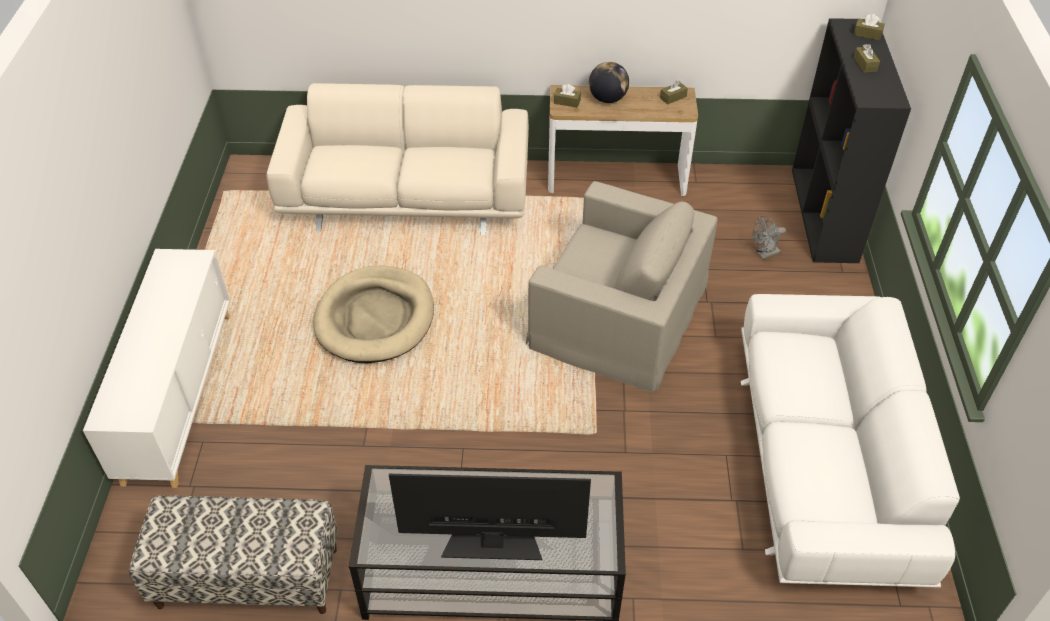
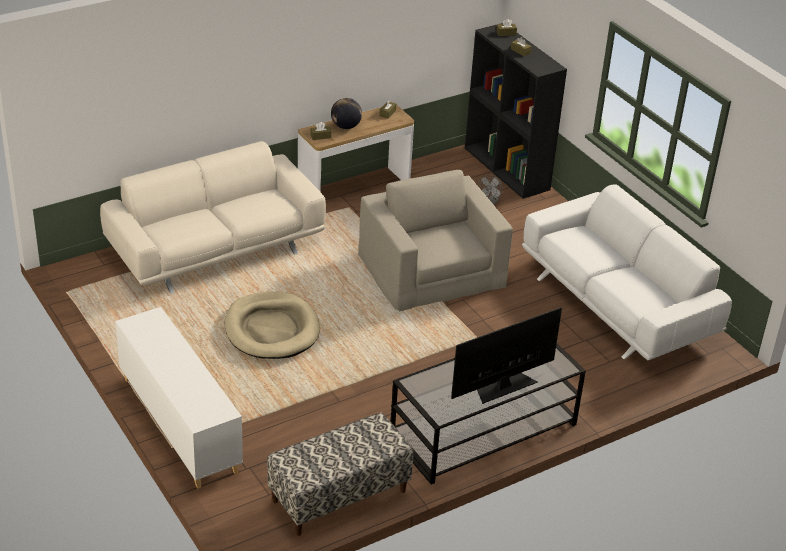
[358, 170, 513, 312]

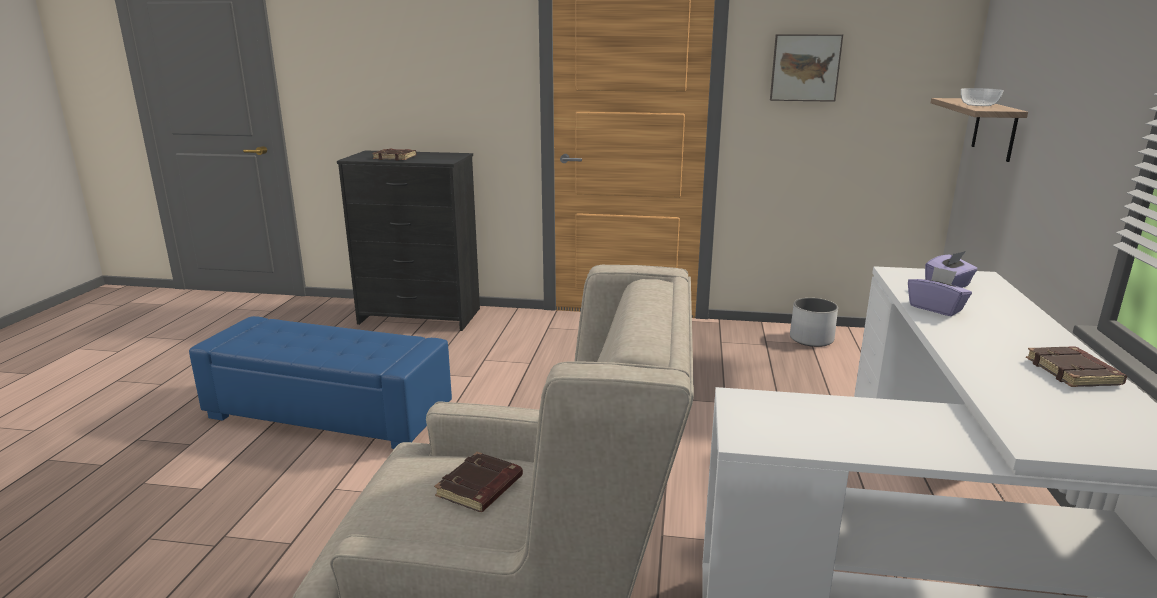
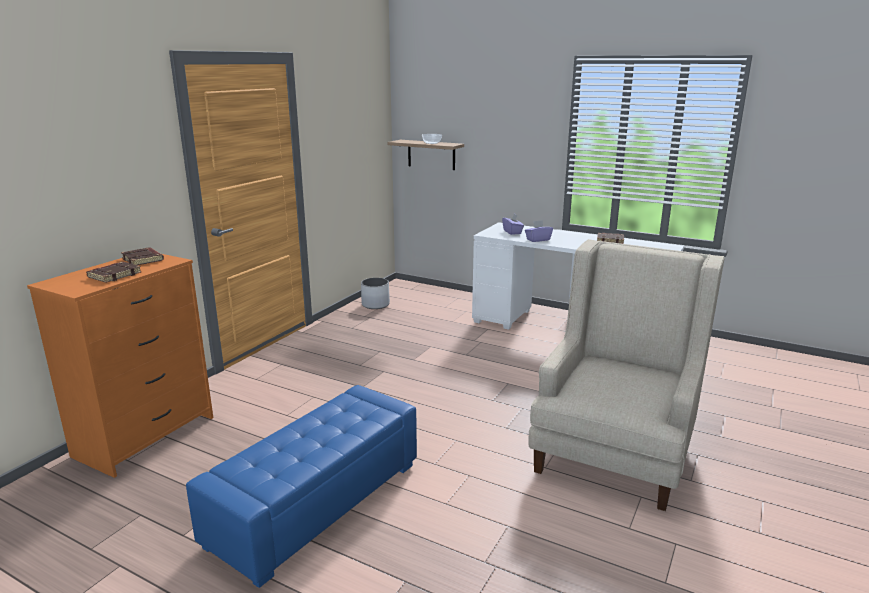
[770, 34, 843, 102] (first image)
[27, 254, 213, 478]
[121, 247, 164, 265]

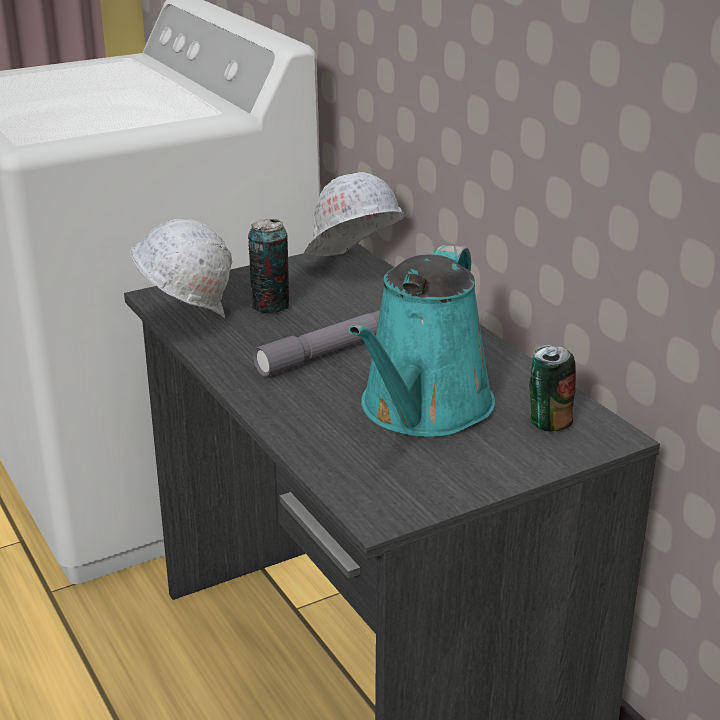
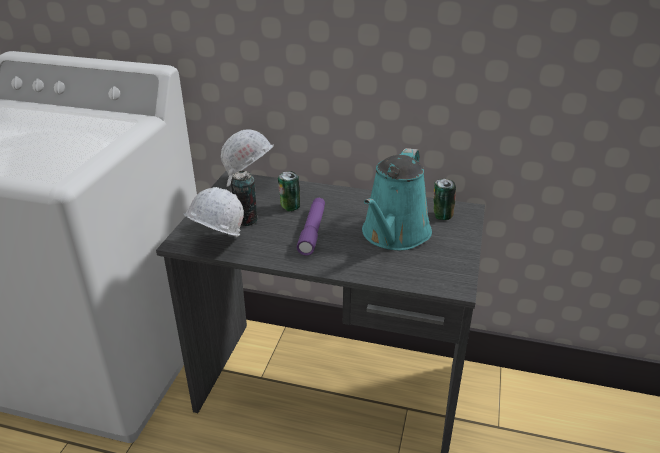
[362, 148, 432, 250]
[297, 198, 325, 256]
[278, 171, 300, 212]

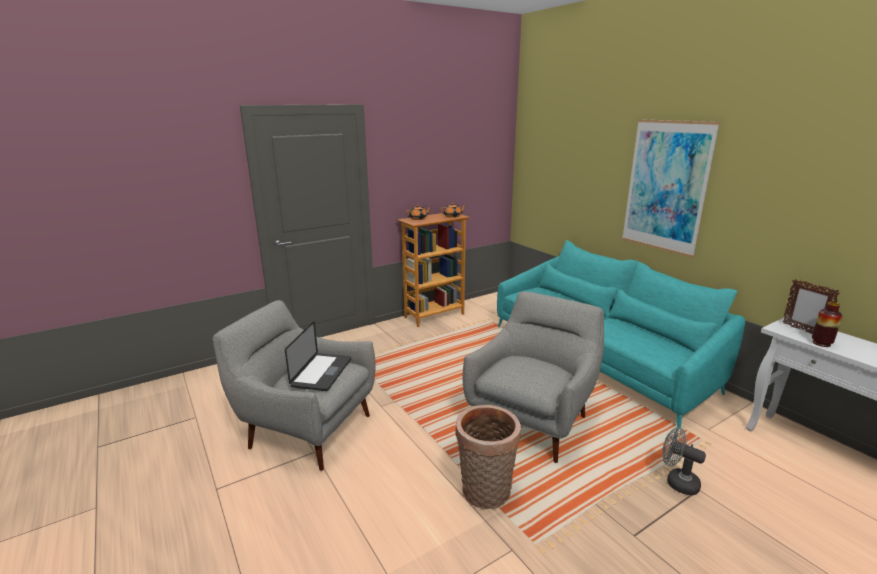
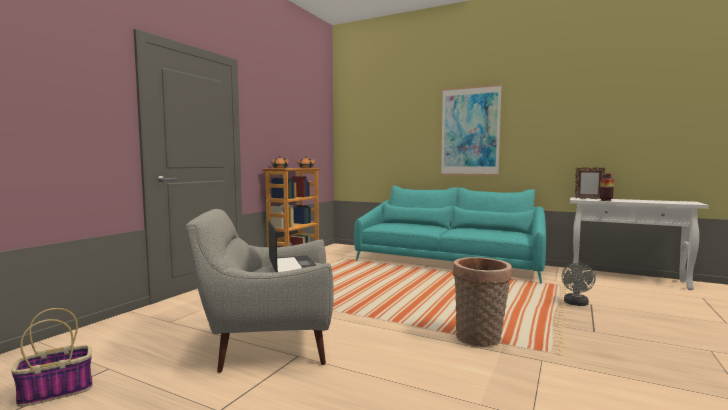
[463, 291, 604, 463] (first image)
[562, 263, 596, 306]
[11, 308, 93, 407]

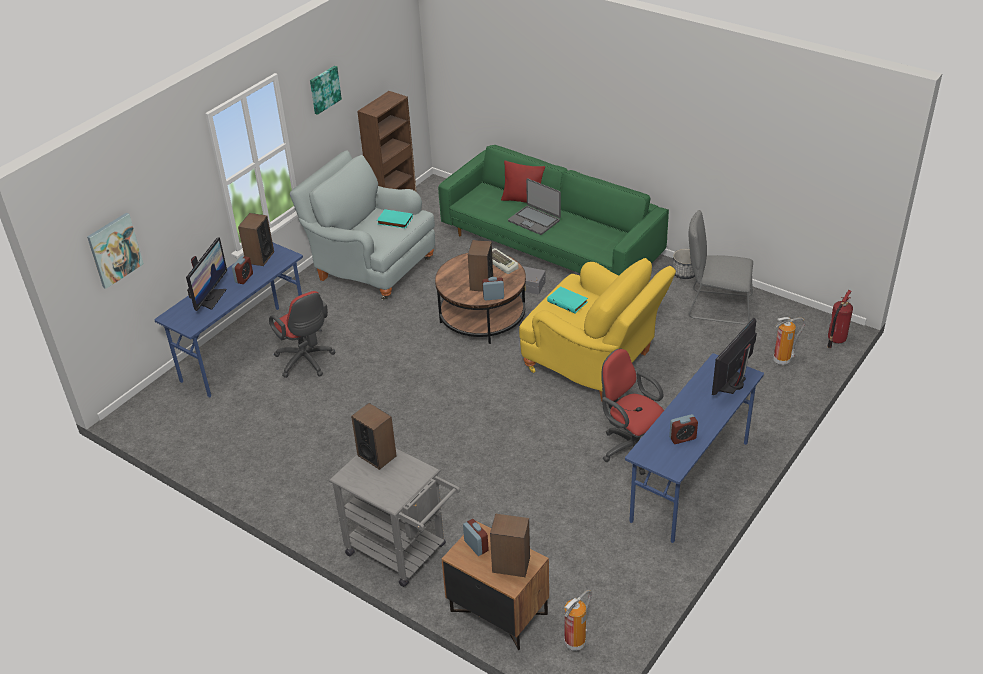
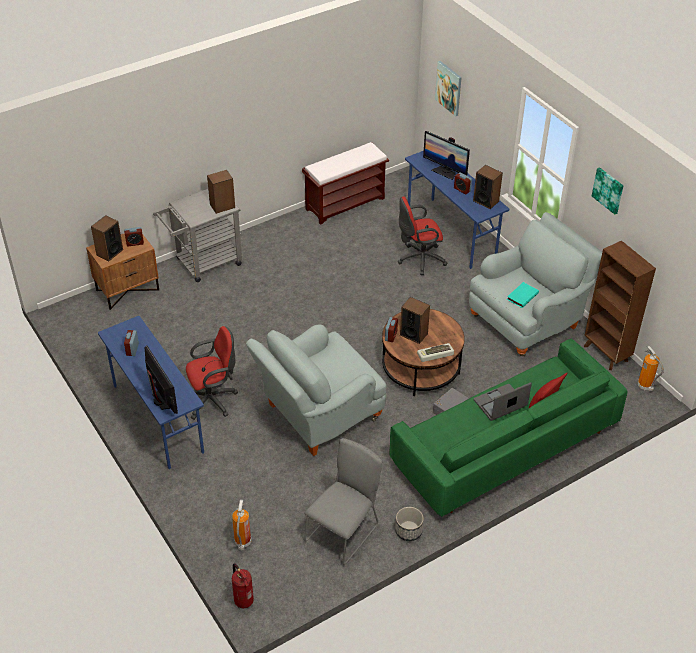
[246, 324, 386, 456]
[547, 286, 588, 313] (first image)
[638, 346, 664, 391]
[302, 142, 389, 225]

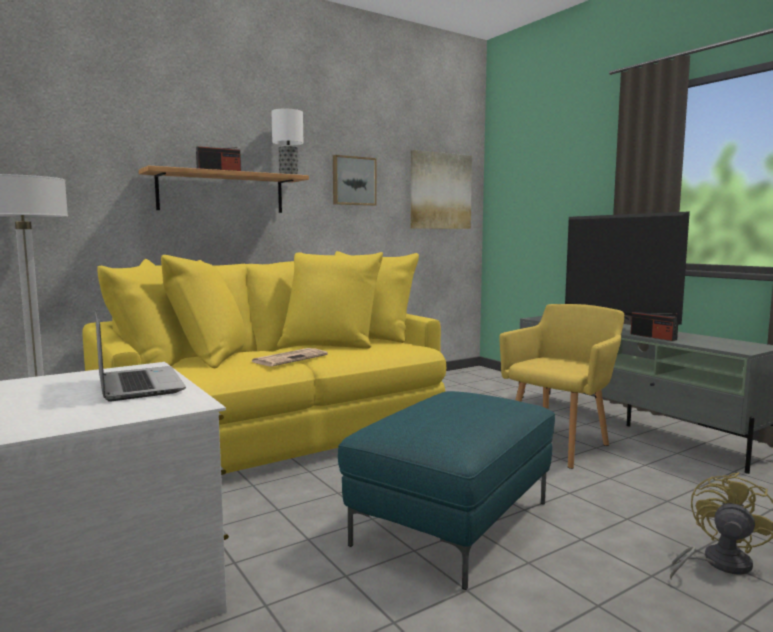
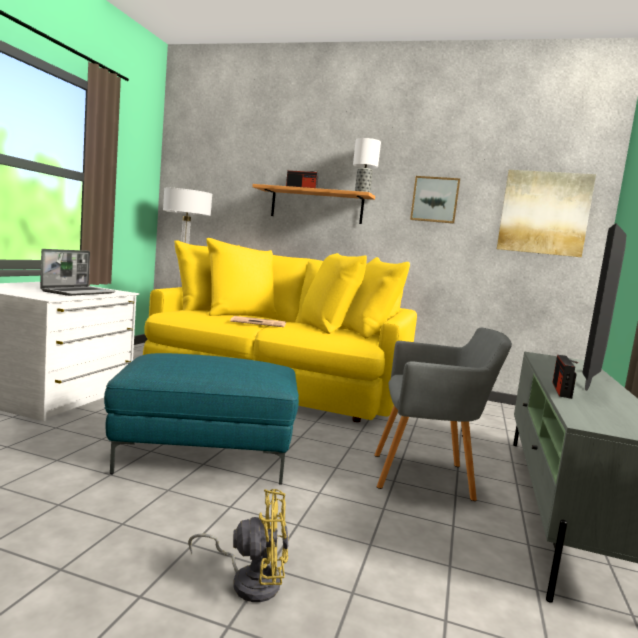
[374, 328, 512, 501]

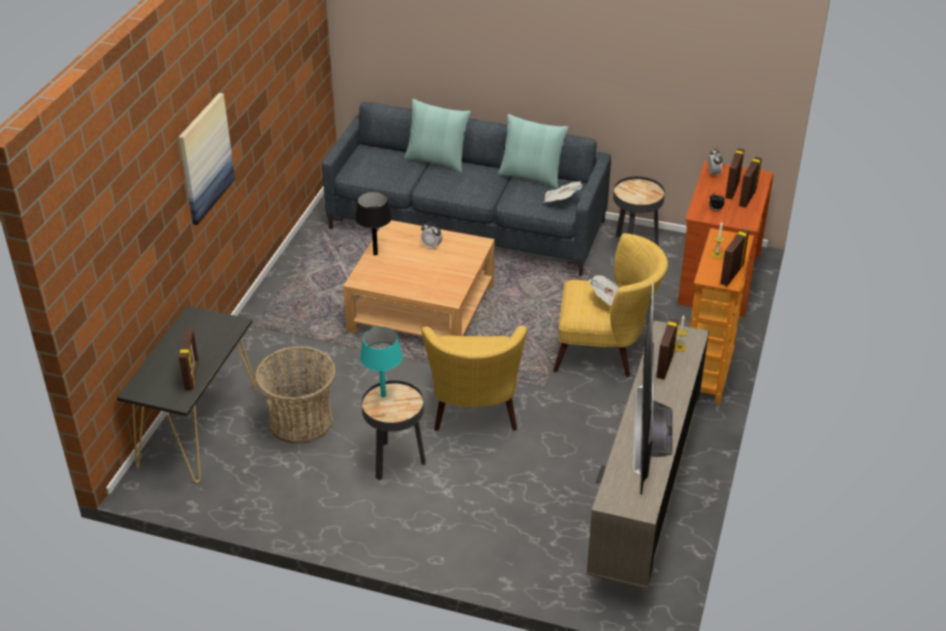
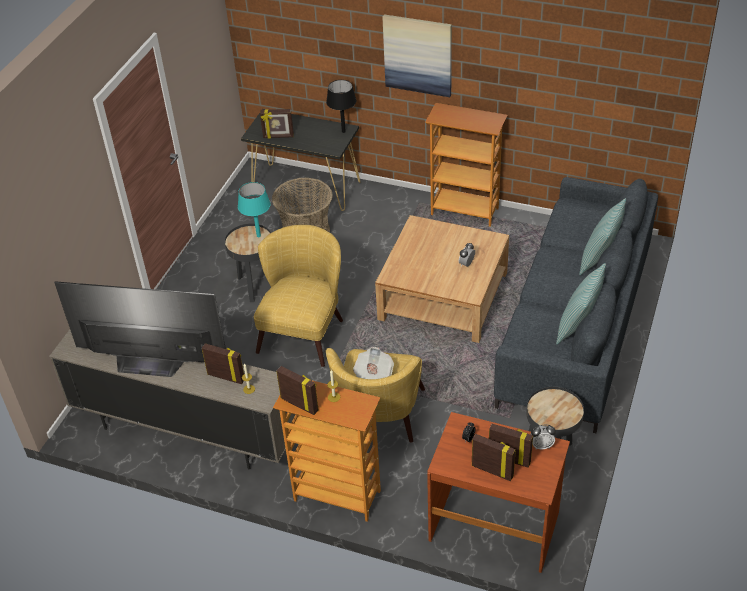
[543, 181, 582, 203] (first image)
[326, 80, 357, 133]
[254, 225, 343, 367]
[425, 103, 507, 227]

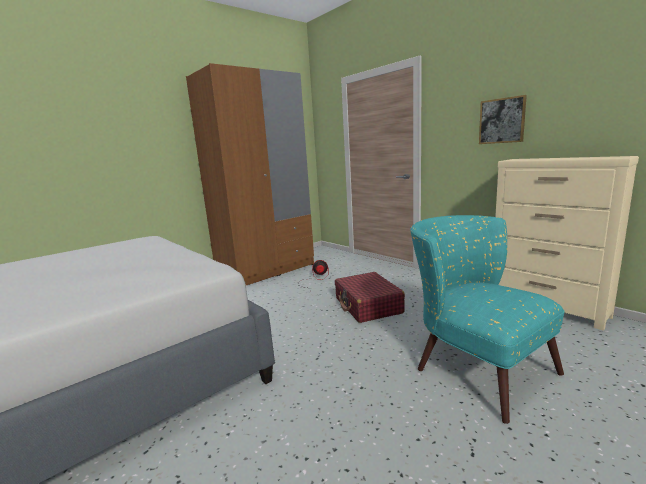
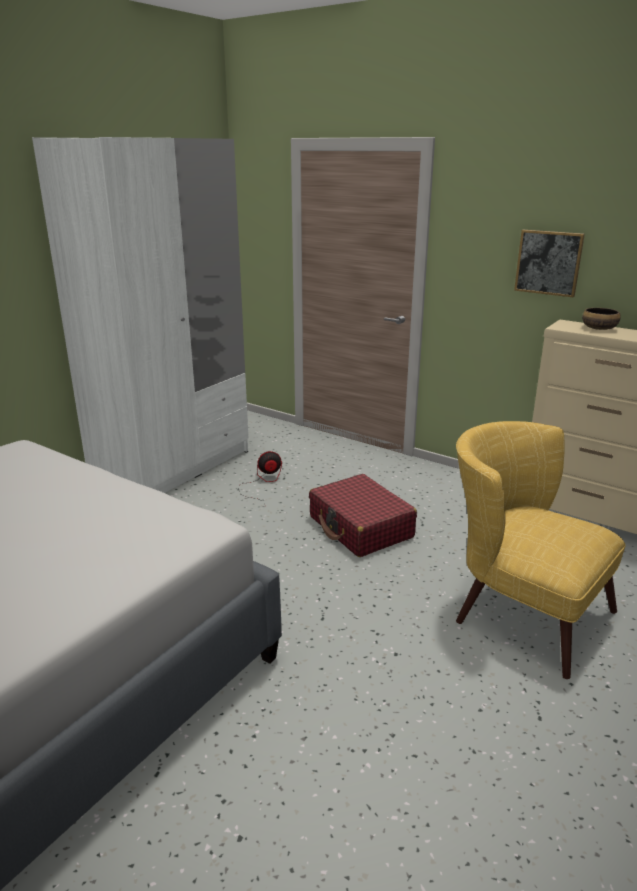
[32, 137, 248, 493]
[456, 421, 626, 679]
[582, 308, 621, 330]

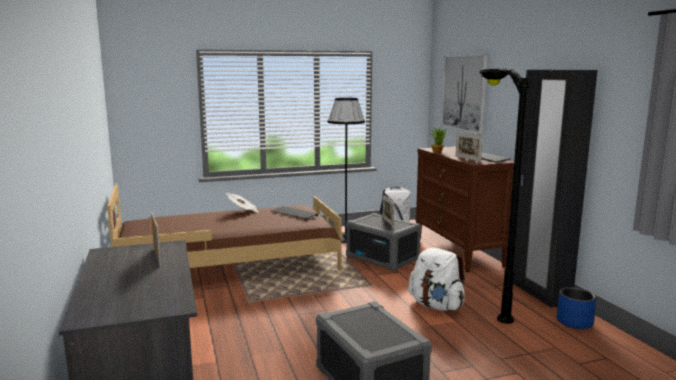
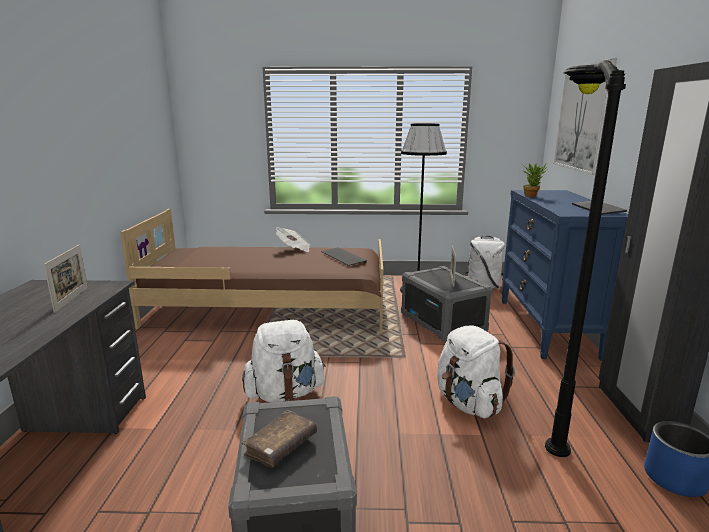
[456, 132, 483, 162] (first image)
[501, 190, 628, 360]
[242, 320, 326, 402]
[241, 410, 317, 467]

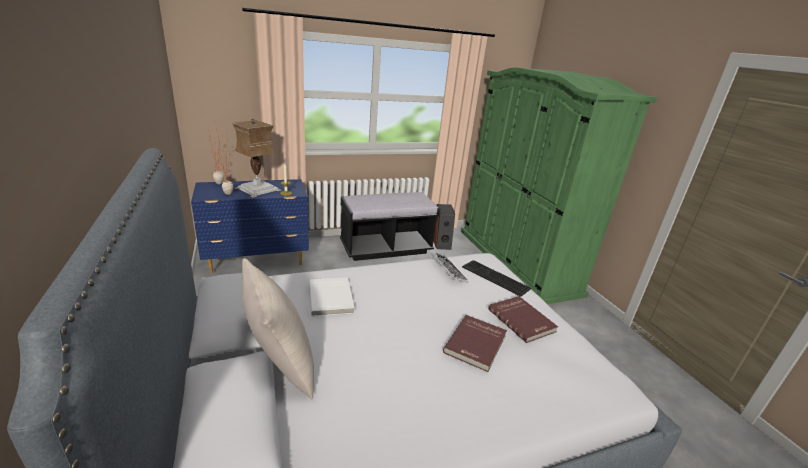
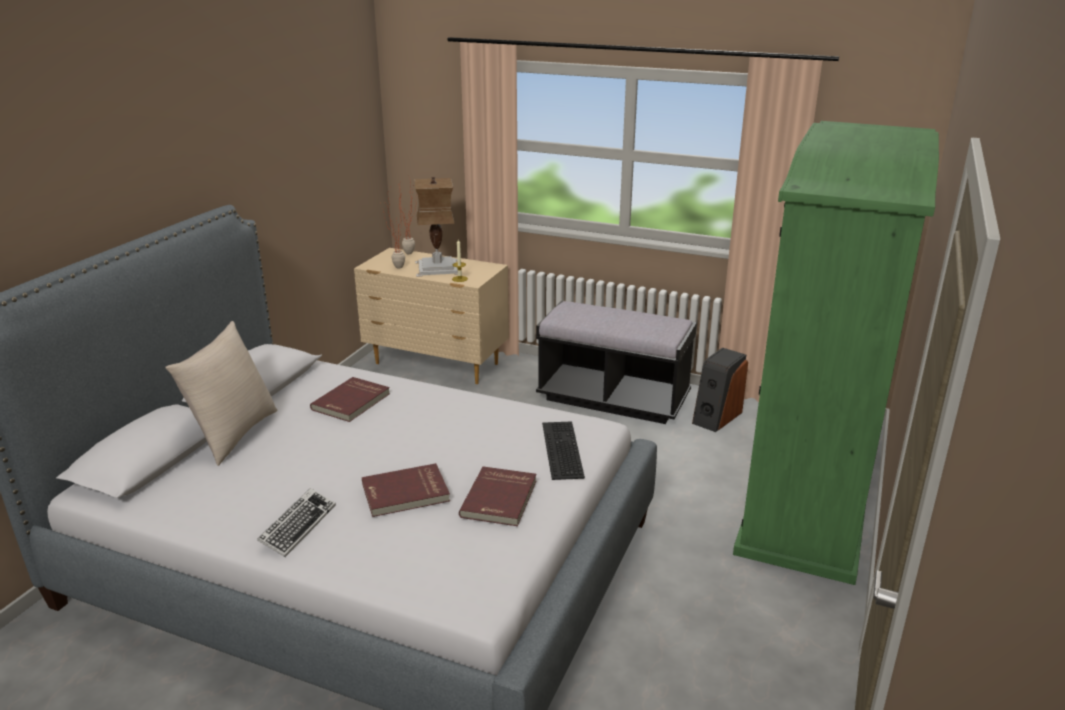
[354, 248, 509, 384]
[257, 488, 336, 557]
[310, 377, 390, 422]

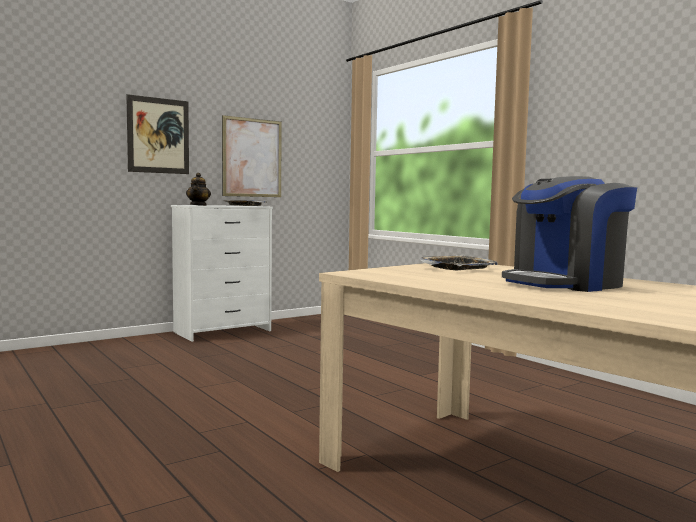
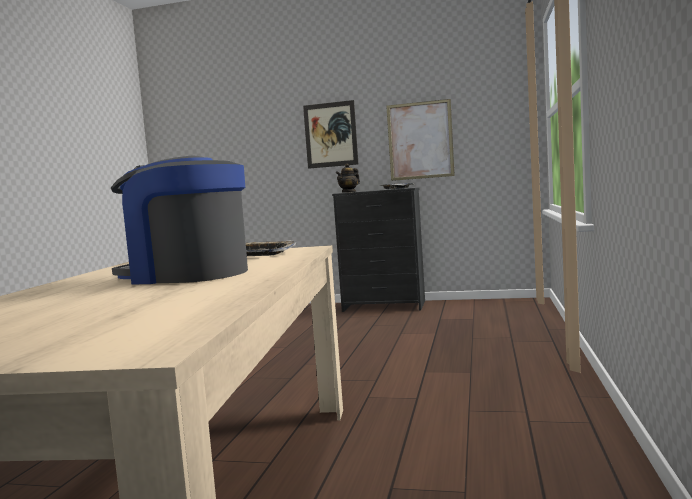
[332, 188, 425, 312]

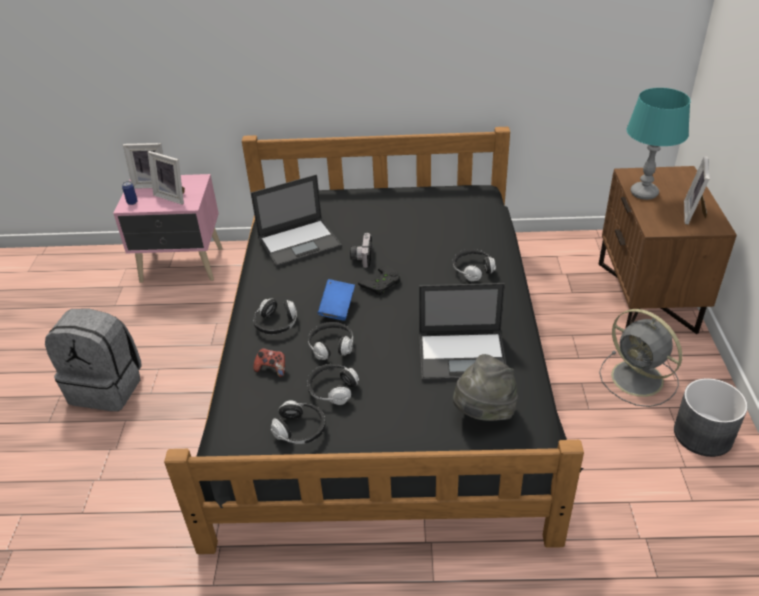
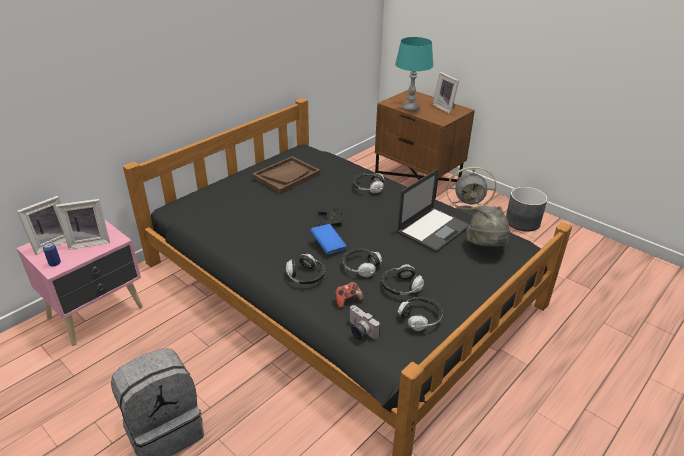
[251, 174, 342, 268] (first image)
[350, 305, 380, 339]
[252, 156, 320, 194]

